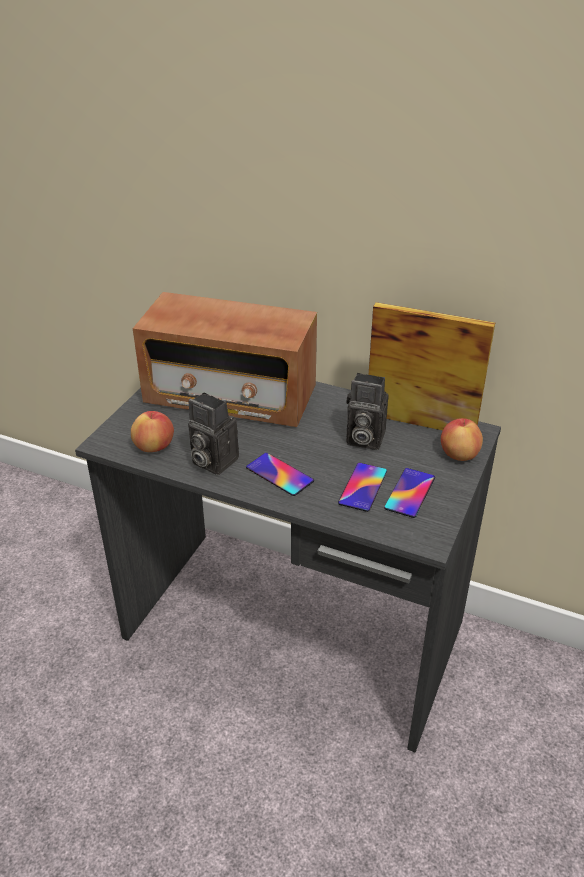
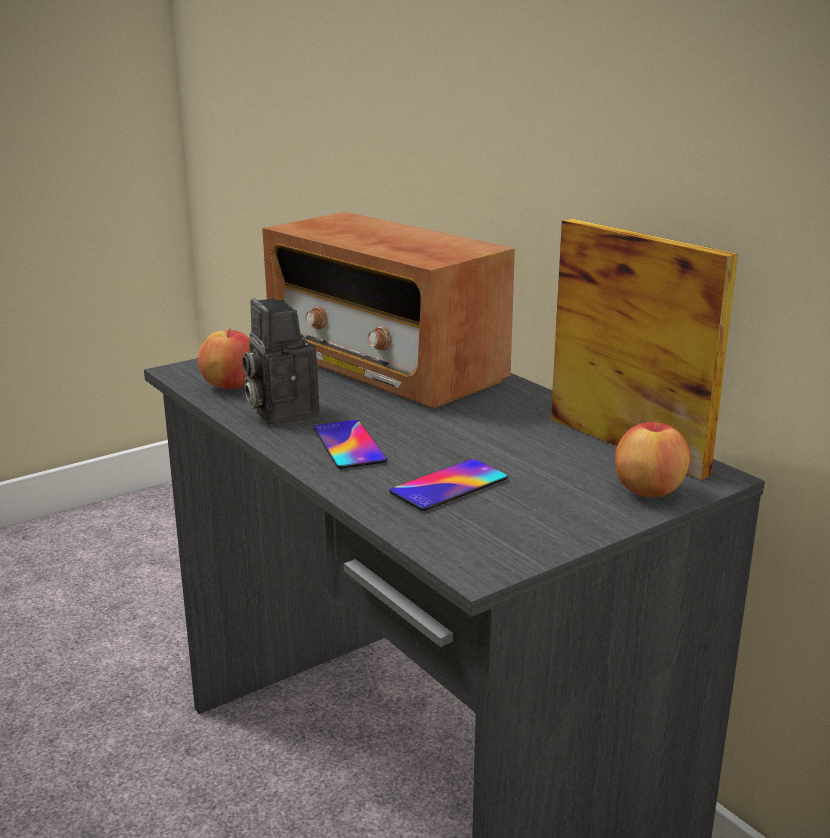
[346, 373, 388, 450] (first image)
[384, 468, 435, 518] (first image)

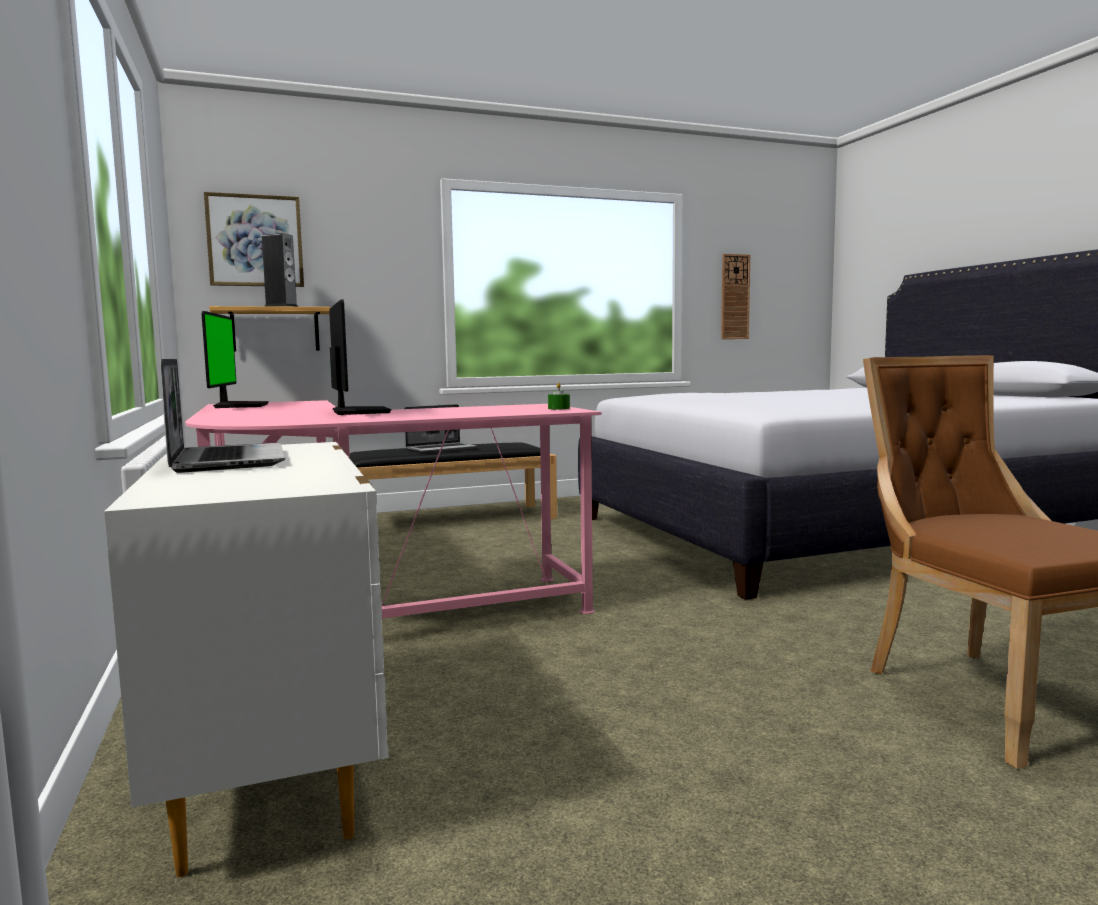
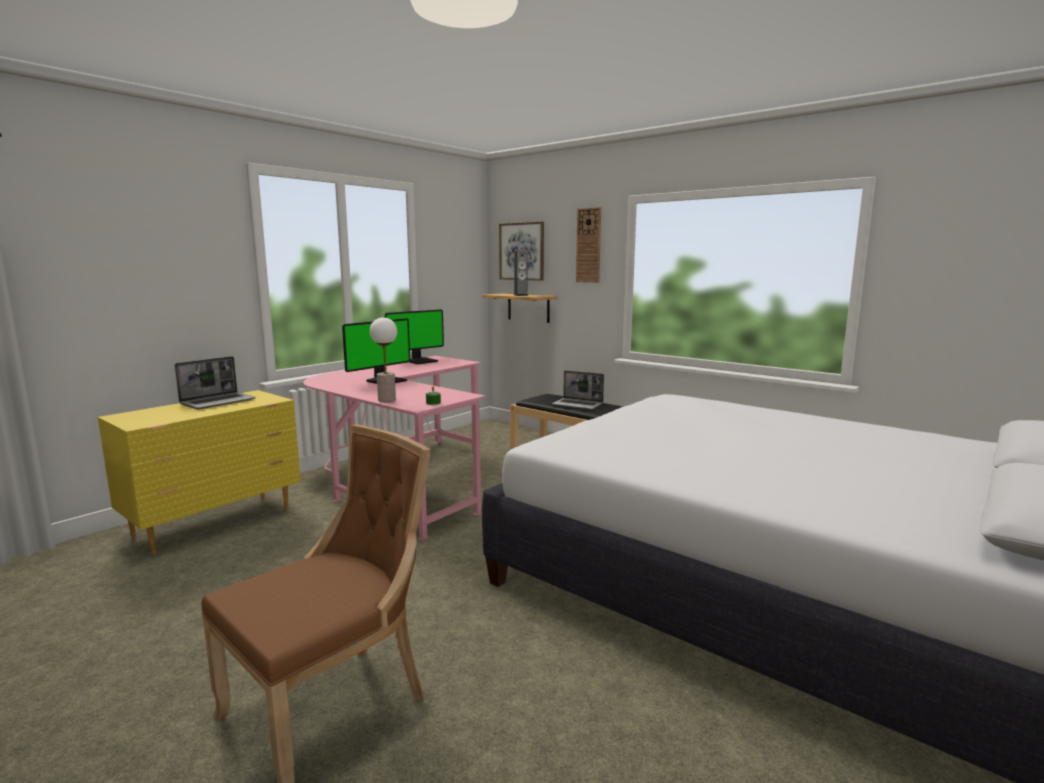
[576, 207, 601, 283]
[98, 390, 301, 555]
[370, 317, 397, 402]

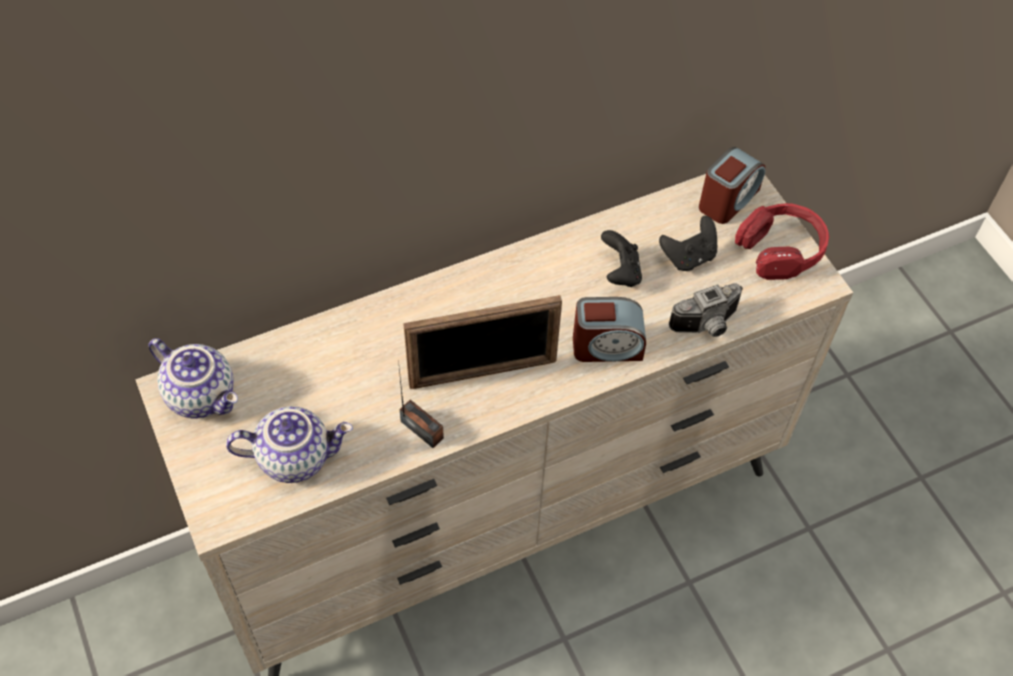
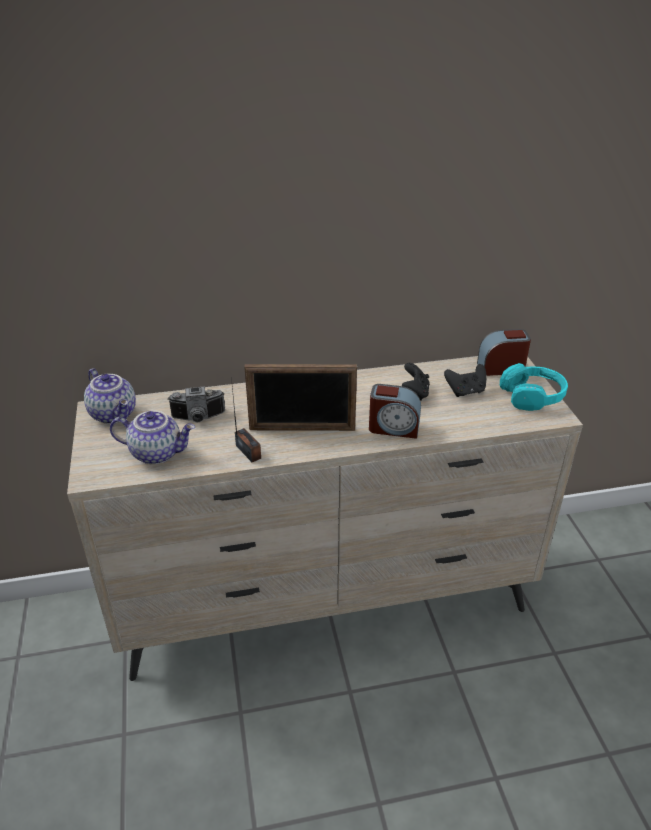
[477, 329, 531, 376]
[500, 363, 568, 411]
[167, 386, 225, 422]

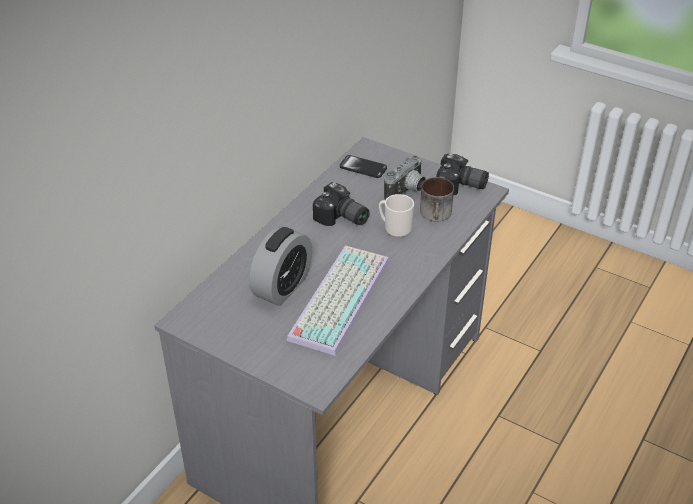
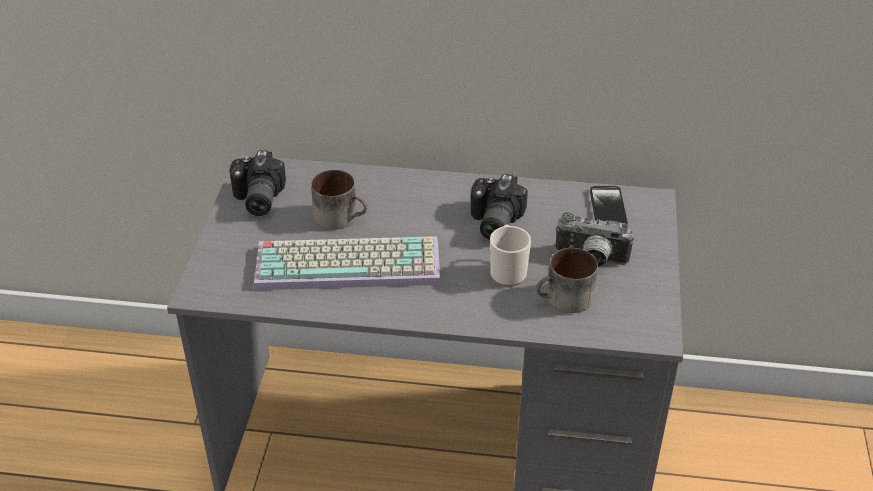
[229, 151, 286, 216]
[311, 170, 367, 230]

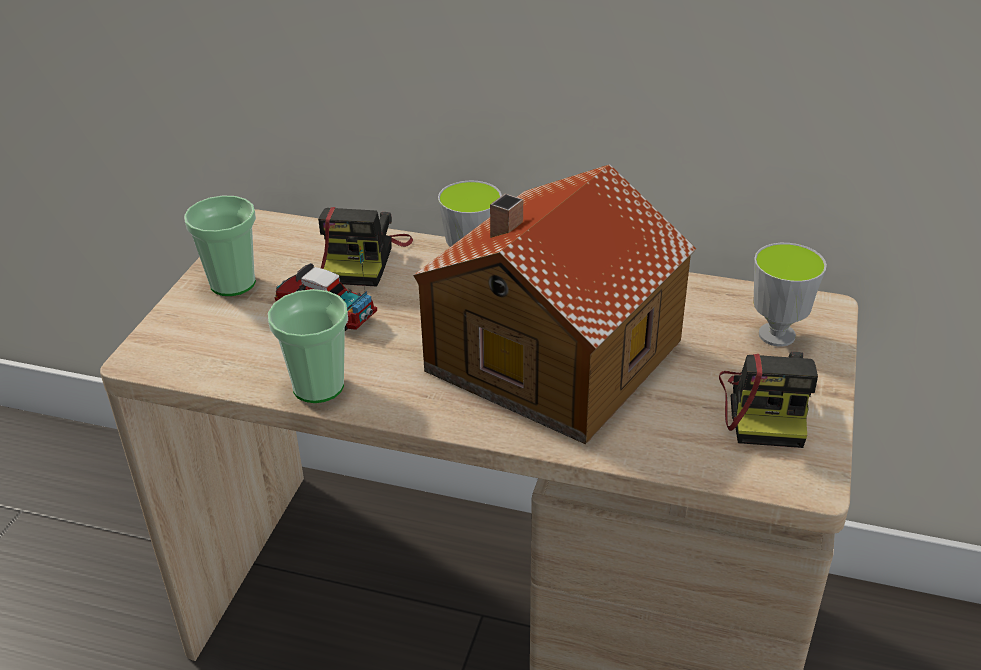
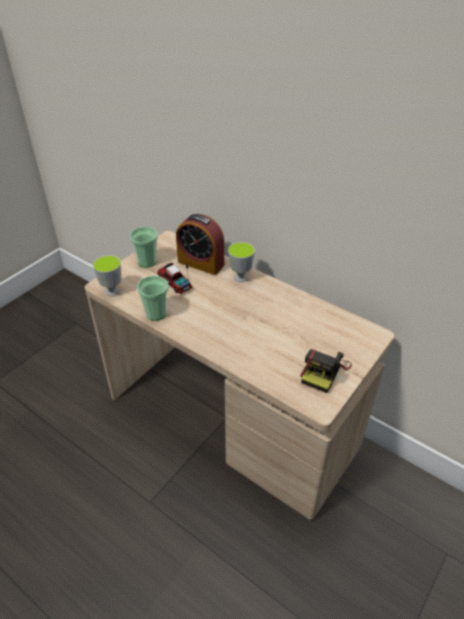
[413, 164, 696, 444] (first image)
[176, 214, 224, 275]
[93, 255, 121, 296]

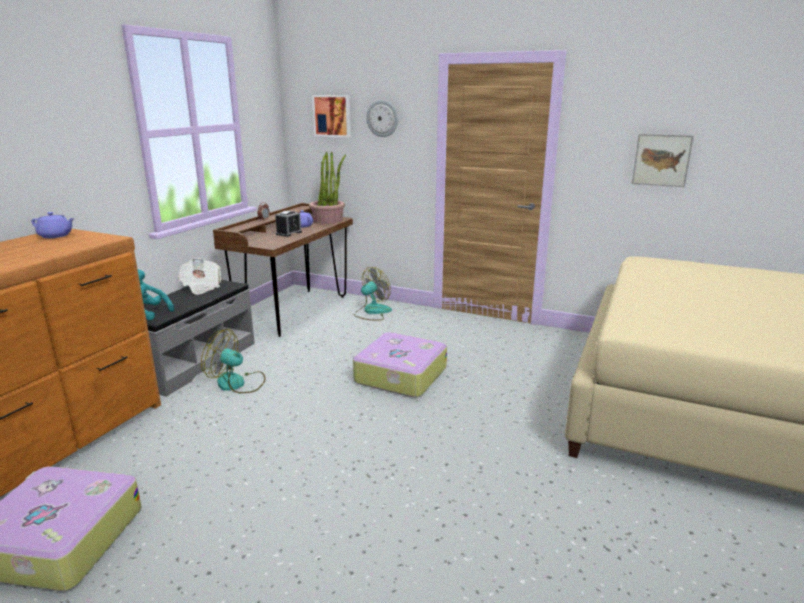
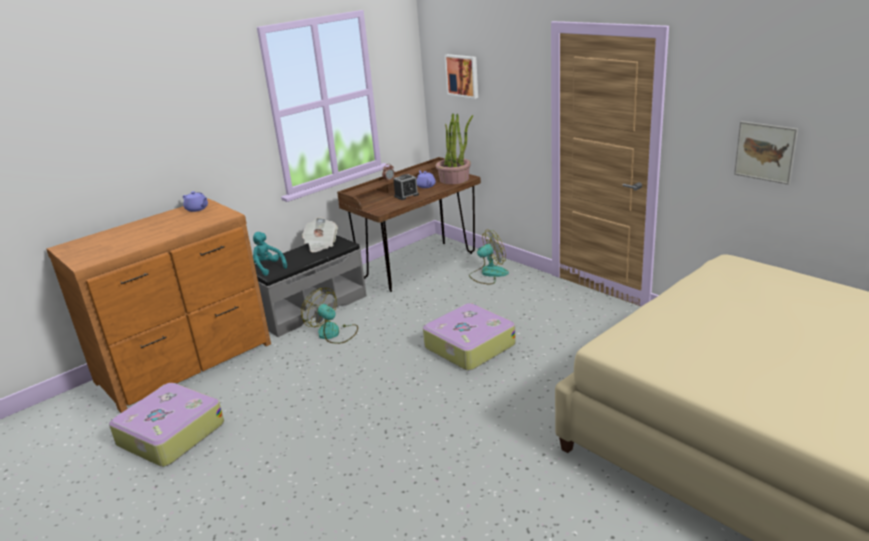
[367, 100, 398, 137] (first image)

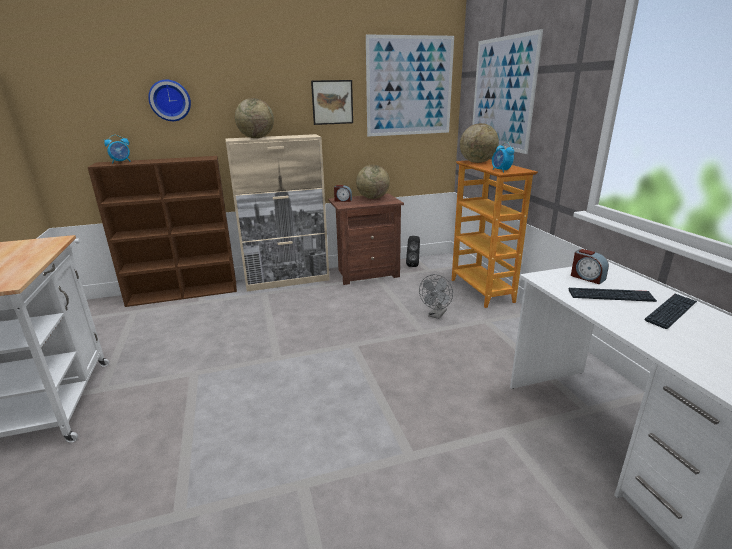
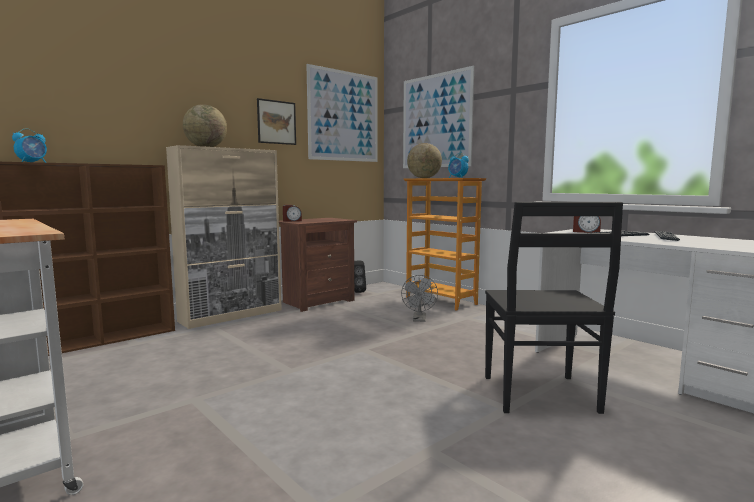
[148, 80, 191, 121] (first image)
[356, 165, 390, 199] (first image)
[485, 202, 623, 414]

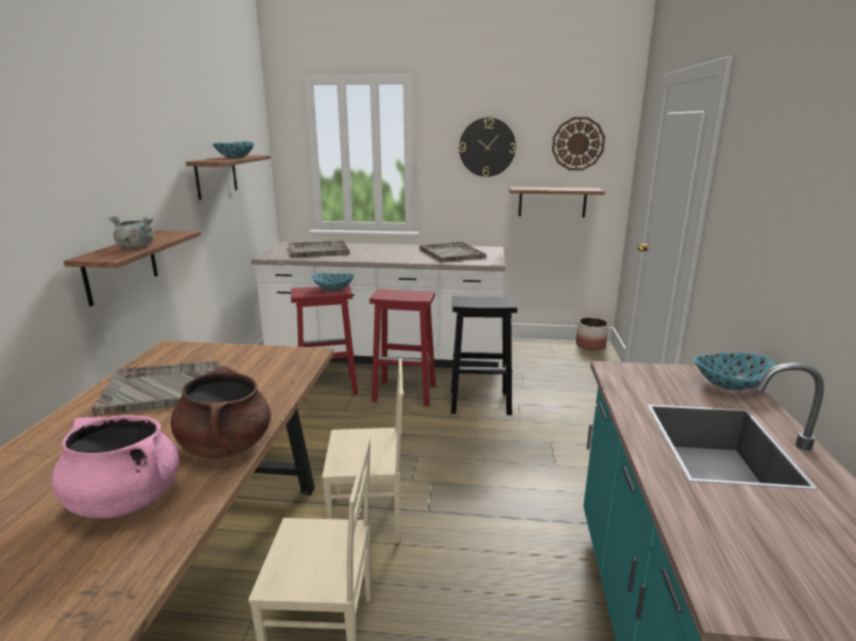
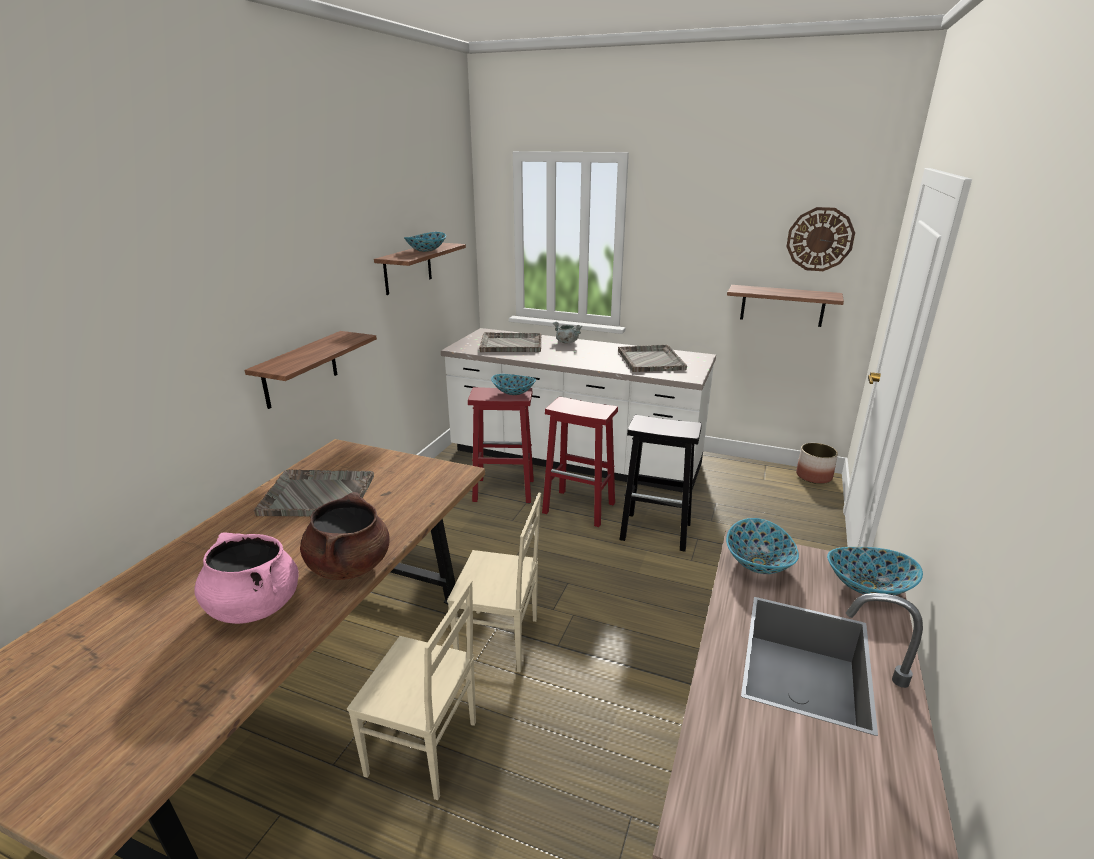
[459, 117, 516, 177] (first image)
[553, 322, 582, 344]
[726, 518, 799, 574]

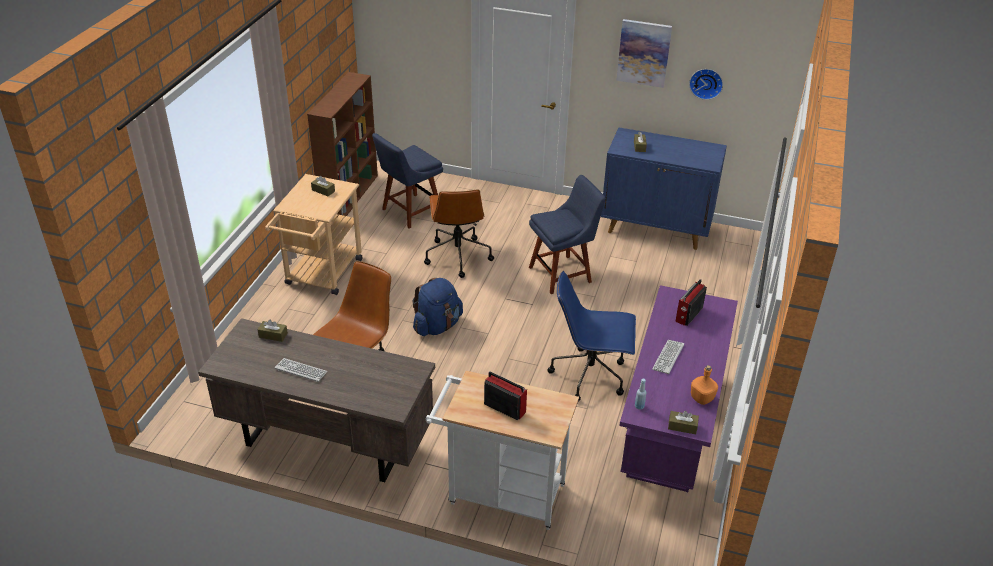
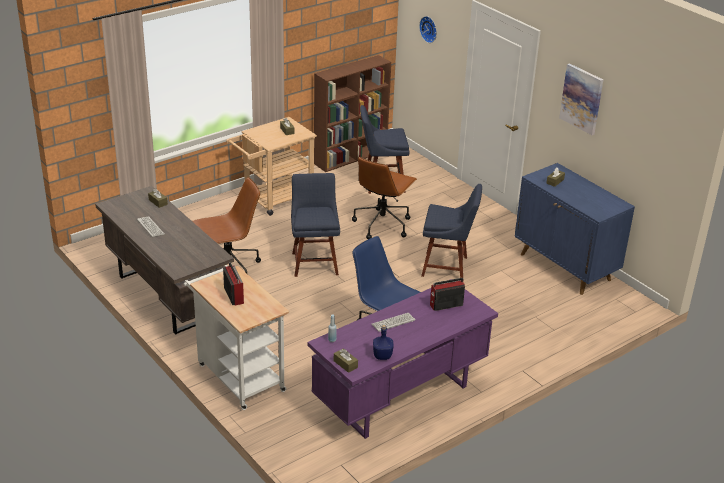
[419, 16, 437, 43]
[291, 173, 340, 277]
[373, 325, 393, 360]

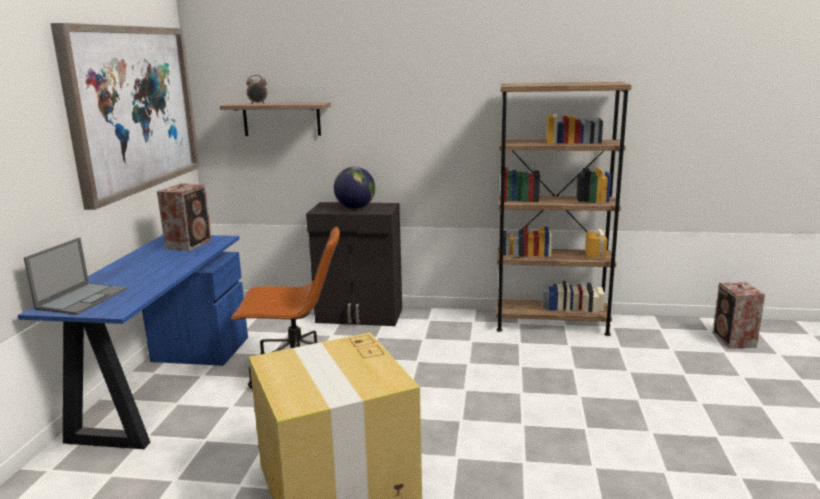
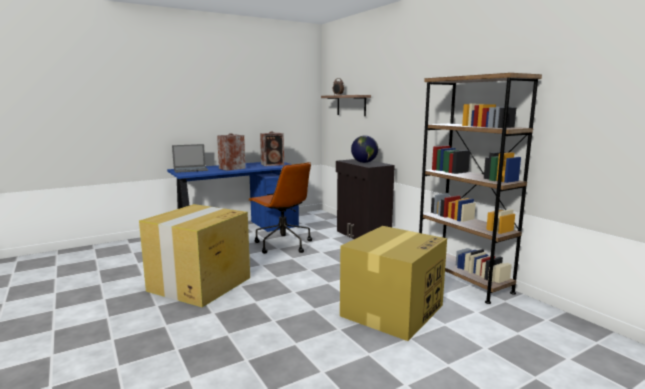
[50, 23, 200, 210] (first image)
[217, 133, 246, 171]
[340, 226, 447, 341]

